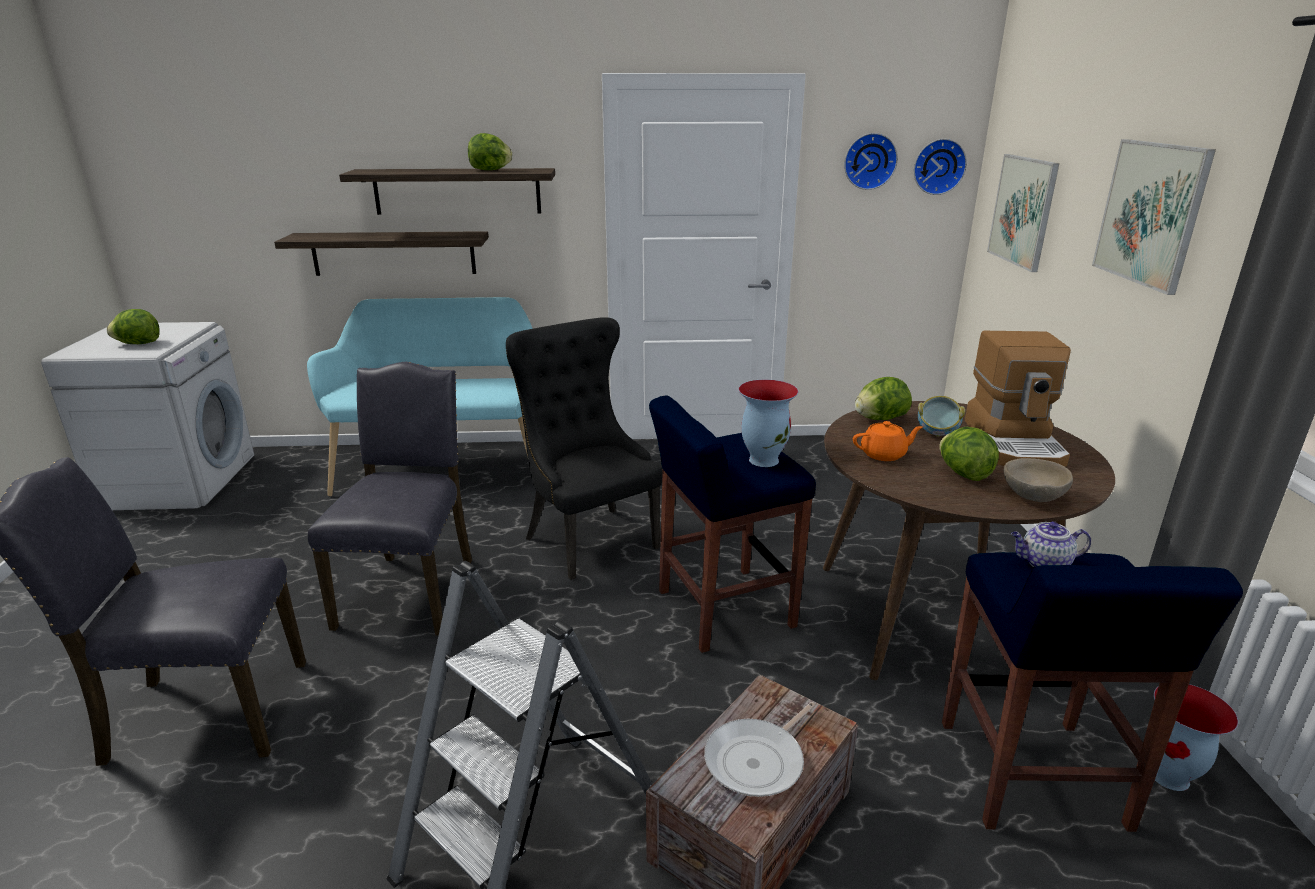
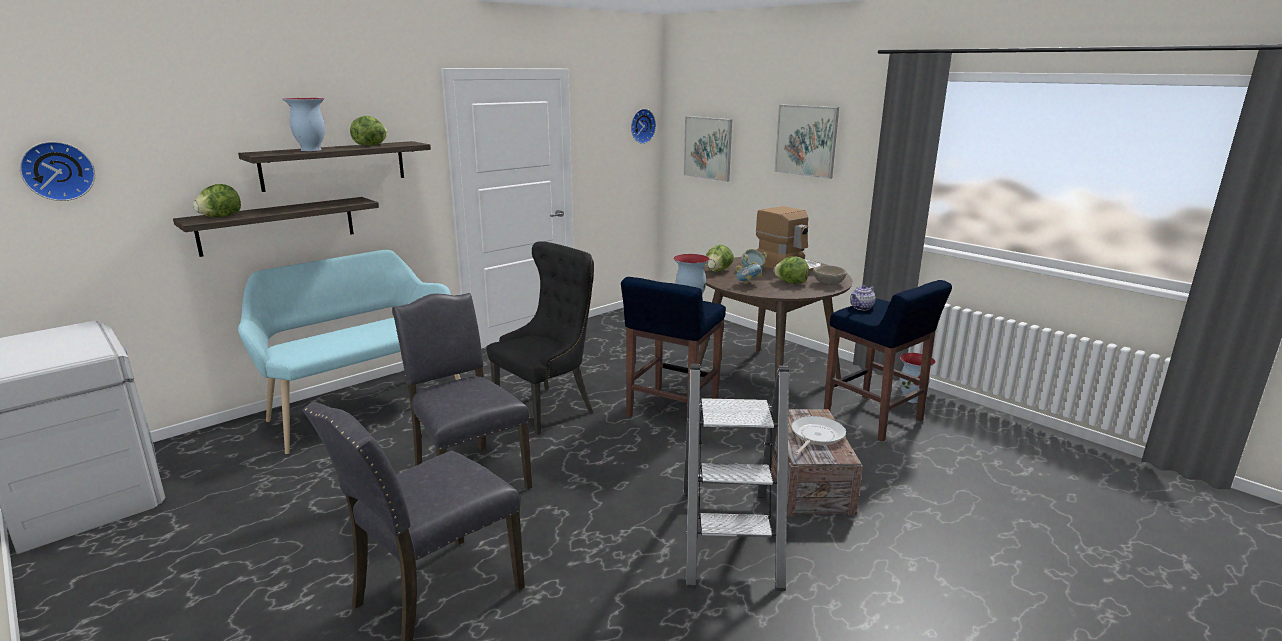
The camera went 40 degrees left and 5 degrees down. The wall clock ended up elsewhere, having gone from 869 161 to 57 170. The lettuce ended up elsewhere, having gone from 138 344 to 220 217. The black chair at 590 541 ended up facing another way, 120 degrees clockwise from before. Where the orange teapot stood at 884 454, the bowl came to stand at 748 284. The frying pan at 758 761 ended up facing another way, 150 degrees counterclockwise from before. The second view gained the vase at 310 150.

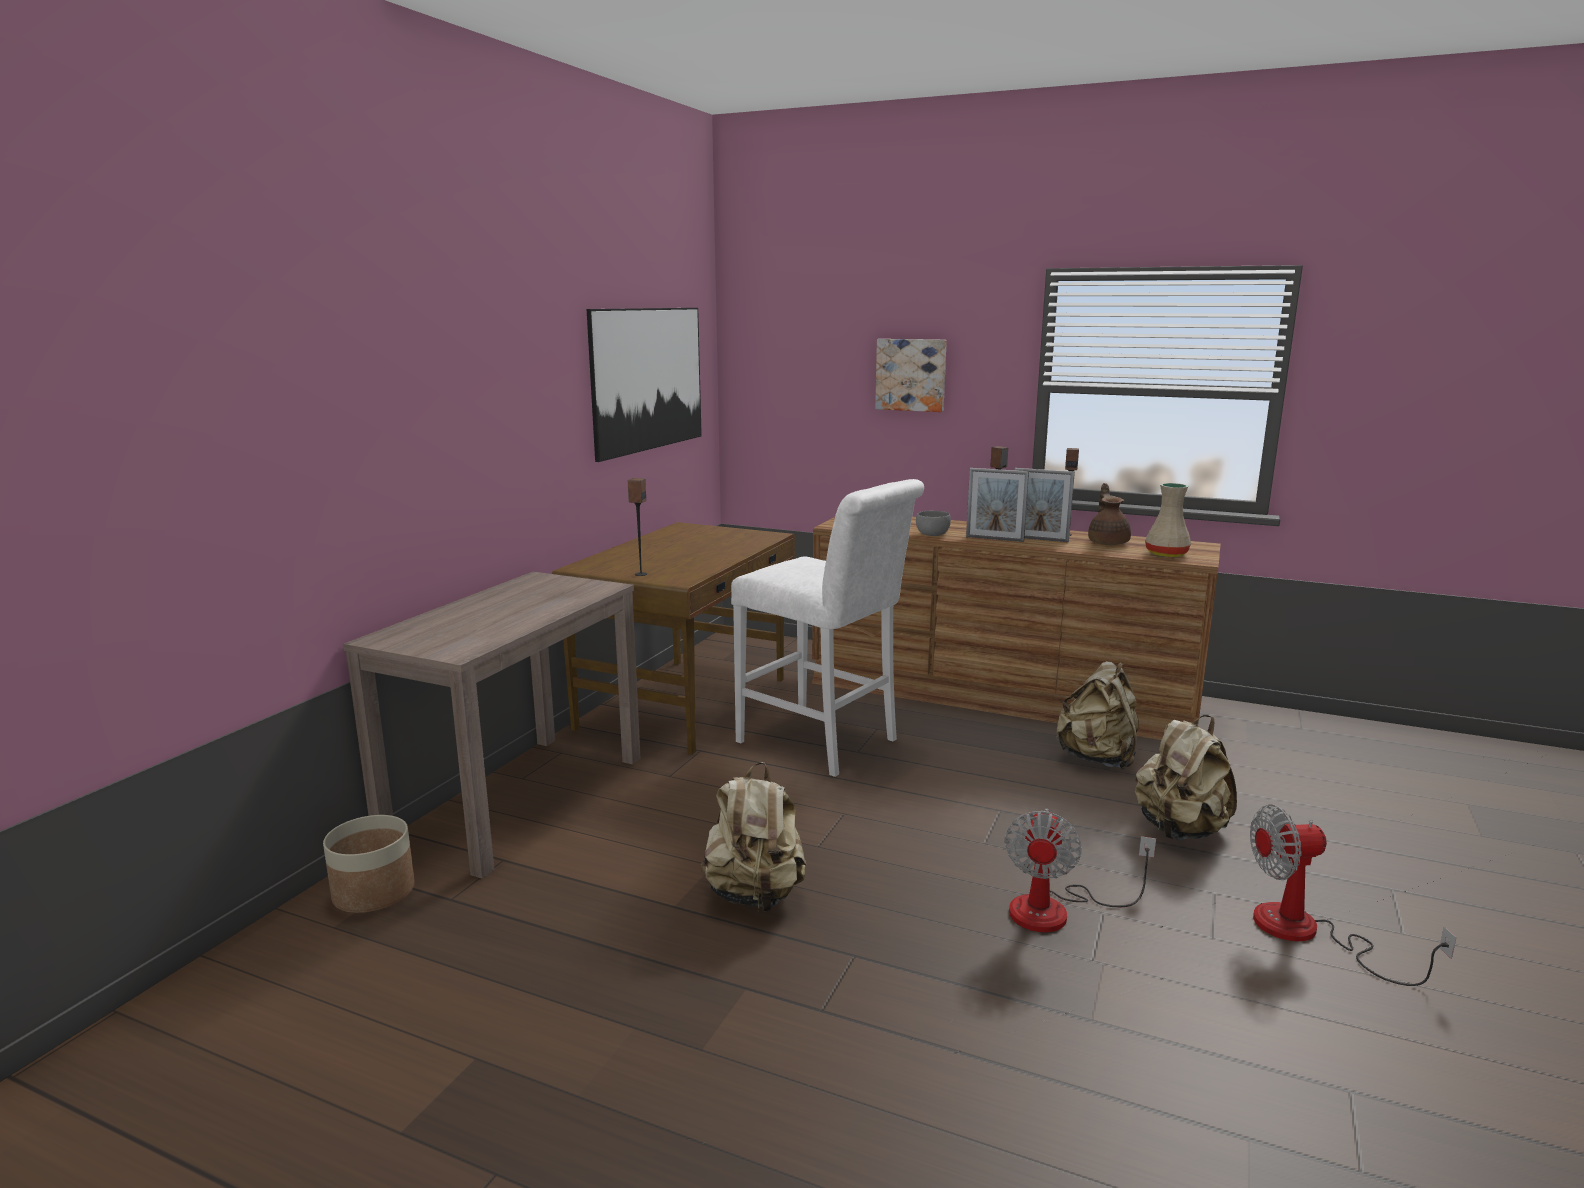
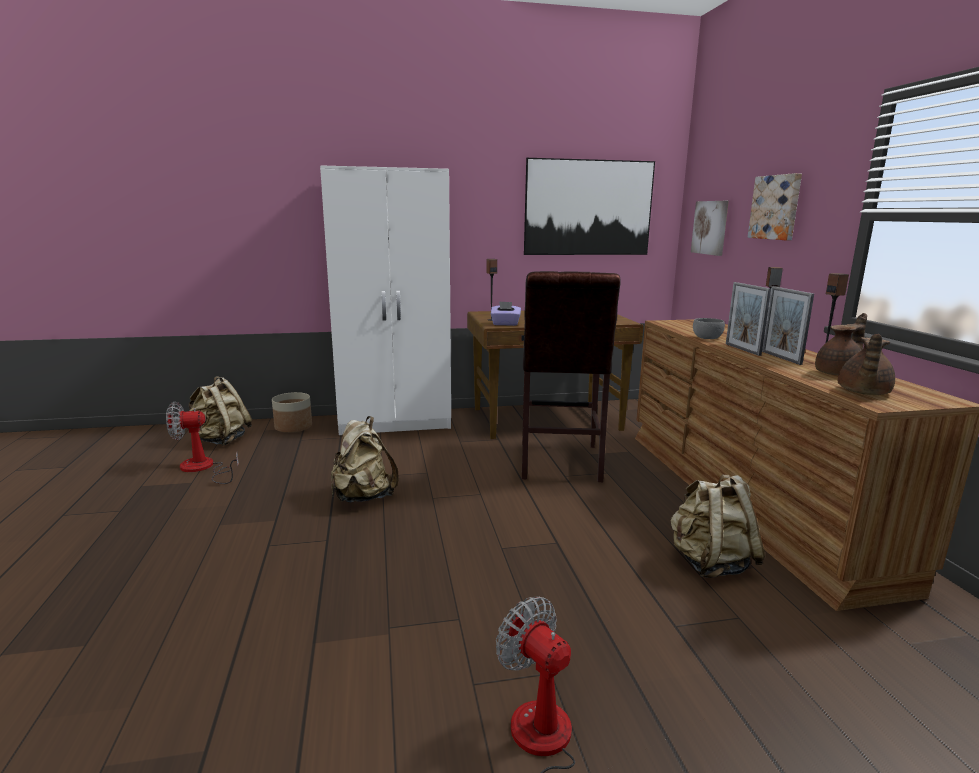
The camera went 55 degrees right and 0 degrees up. What was the white stool at 823 743 turned into the brown stool at 559 464. Where the beige vase stood at 1166 554, the brown teapot came to stand at 862 392. Where the brown console table stood at 518 798, the white wardrobe came to stand at 396 422. The beige backpack ended up elsewhere, having gone from 1180 830 to 220 440. The fan ended up elsewhere, having gone from 1057 910 to 203 468. The second view gained the picture at 710 227. The second view gained the purple tissue box at 505 324.

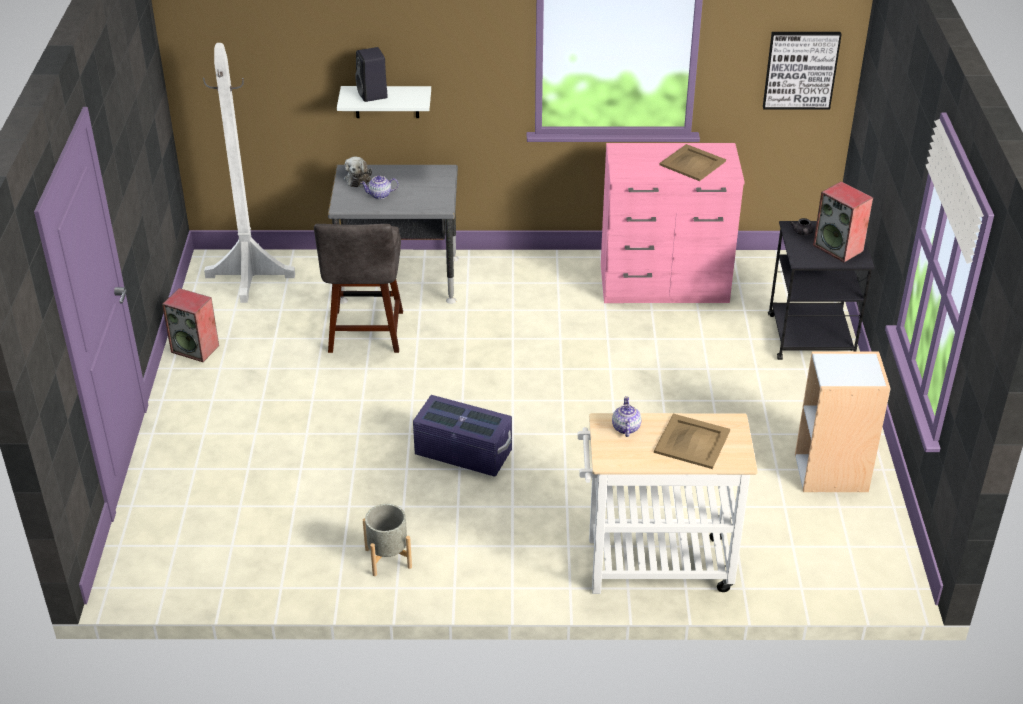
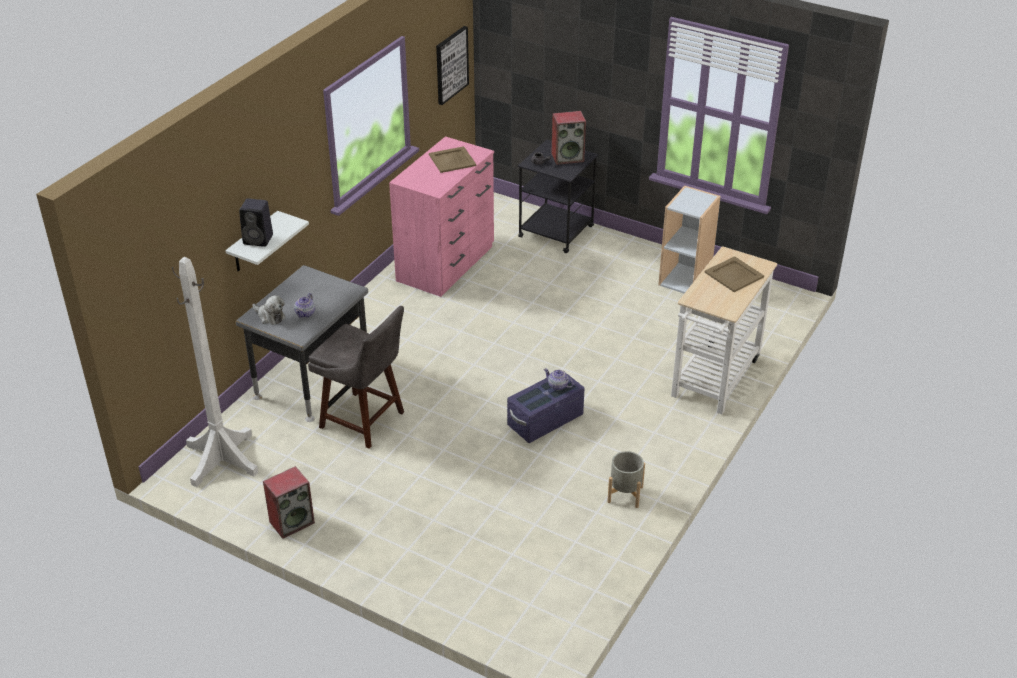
The camera went 60 degrees left and 0 degrees up. The teapot ended up elsewhere, having gone from 625 428 to 558 386.

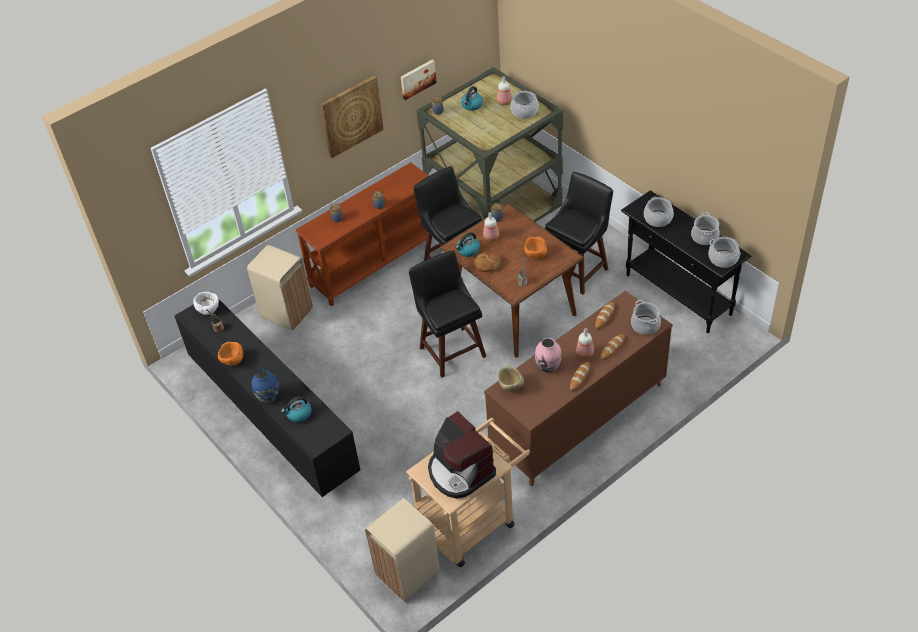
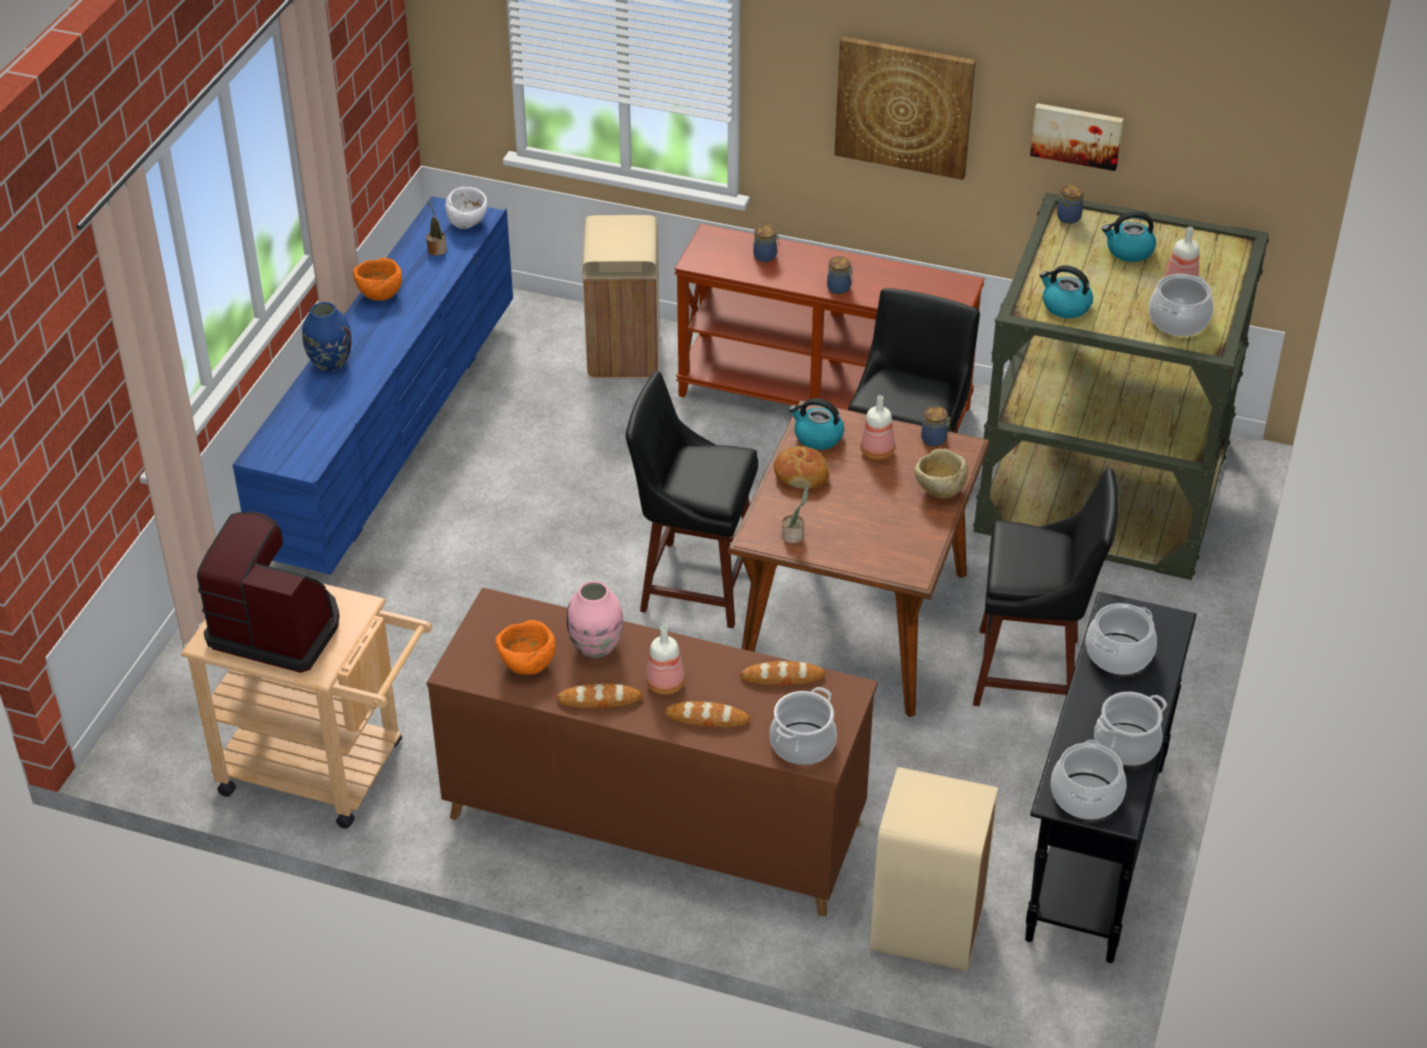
The camera went 55 degrees right and 5 degrees down. The orange bowl ended up elsewhere, having gone from 535 255 to 526 664. The black chair at 451 349 ended up facing another way, 105 degrees counterclockwise from before. What was the black cabinet at 272 419 turned into the blue cabinet at 391 440. The beige bowl ended up elsewhere, having gone from 510 386 to 939 490. The kettle ended up elsewhere, having gone from 298 414 to 1065 306. The coffee machine at 460 472 ended up facing another way, 90 degrees clockwise from before. The beige trash can ended up elsewhere, having gone from 408 574 to 927 929.

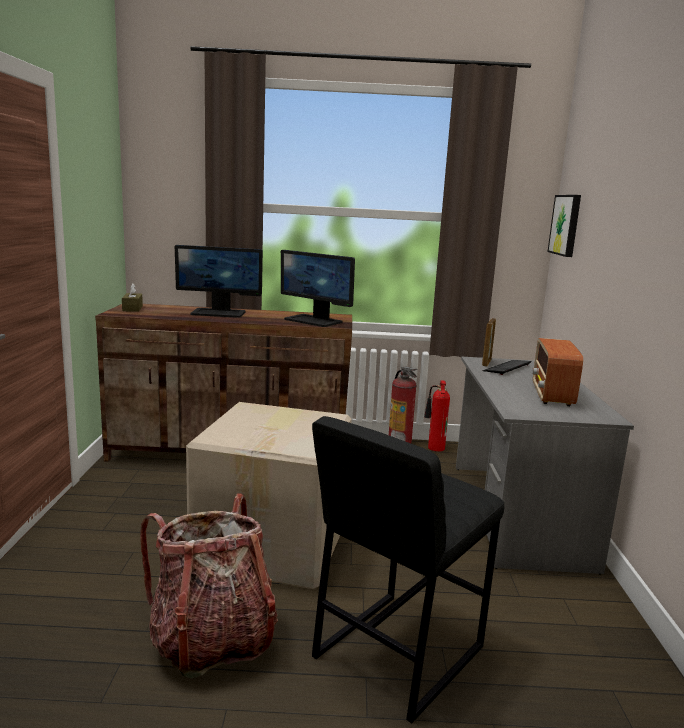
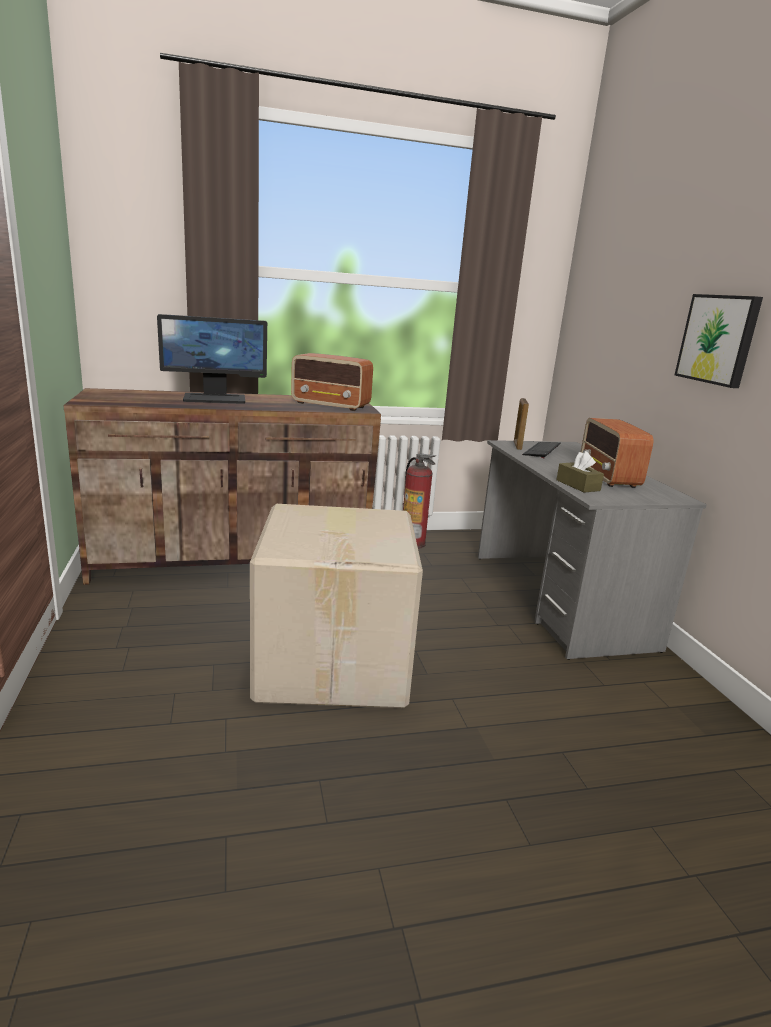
The camera went 15 degrees left and 5 degrees up. The picture ended up elsewhere, having gone from 566 225 to 718 339. Where the monitor stood at 314 321, the radio came to stand at 331 405. The brown tissue box ended up elsewhere, having gone from 132 308 to 578 485. The second view lost the fire extinguisher at 434 448. The second view lost the black chair at 396 654. The second view lost the backpack at 212 640.

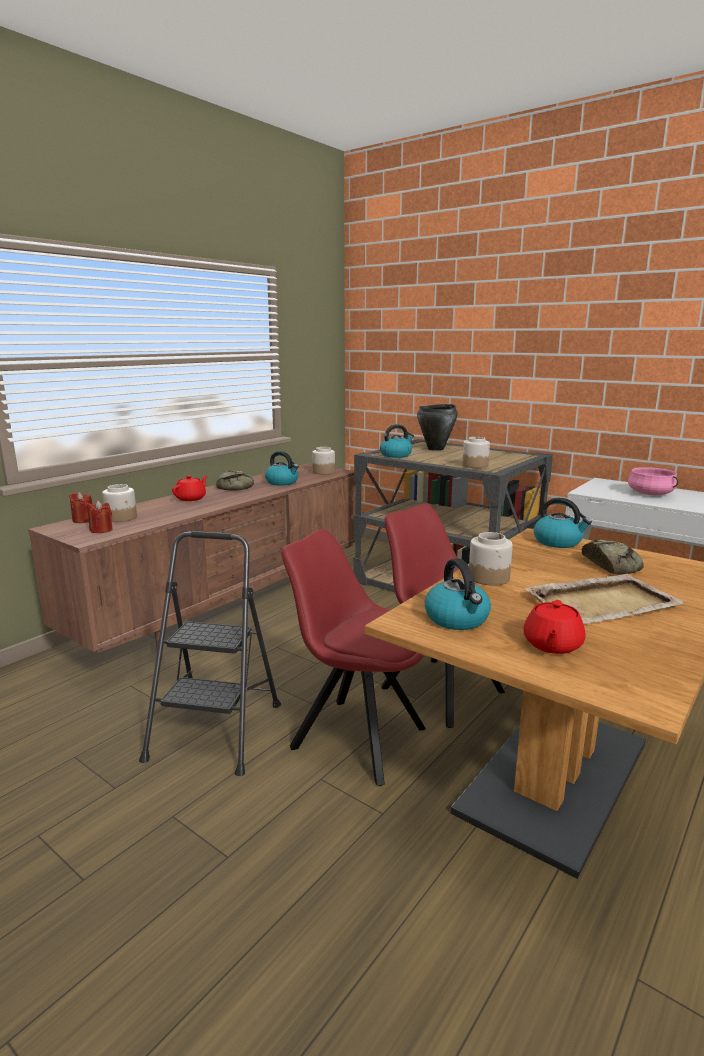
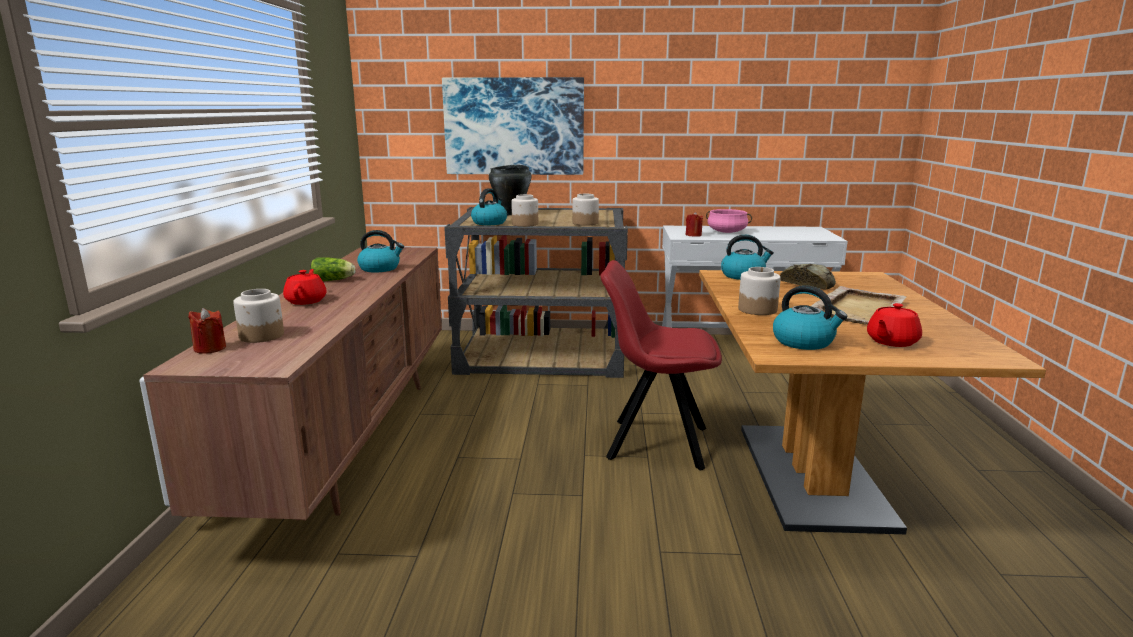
The camera went 35 degrees left and 0 degrees up. The jar ended up elsewhere, having gone from 323 472 to 524 224. Where the bread stood at 237 486, the lettuce came to stand at 334 280. The red candle ended up elsewhere, having gone from 101 530 to 693 235. The second view lost the red chair at 357 738. The second view lost the black step ladder at 217 727. The red teapot at 552 645 ended up facing another way, 60 degrees clockwise from before. The second view gained the picture at 514 126.

